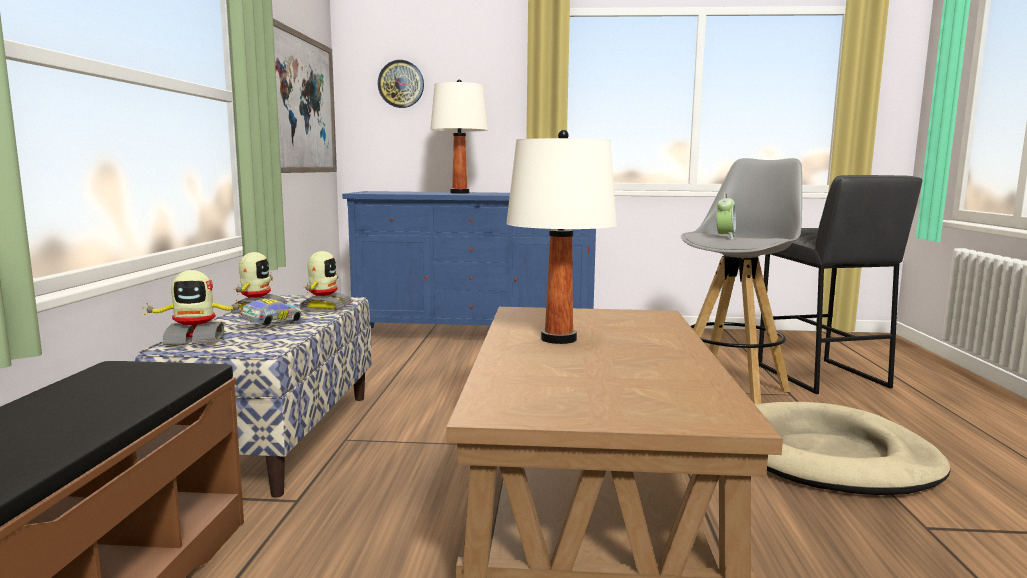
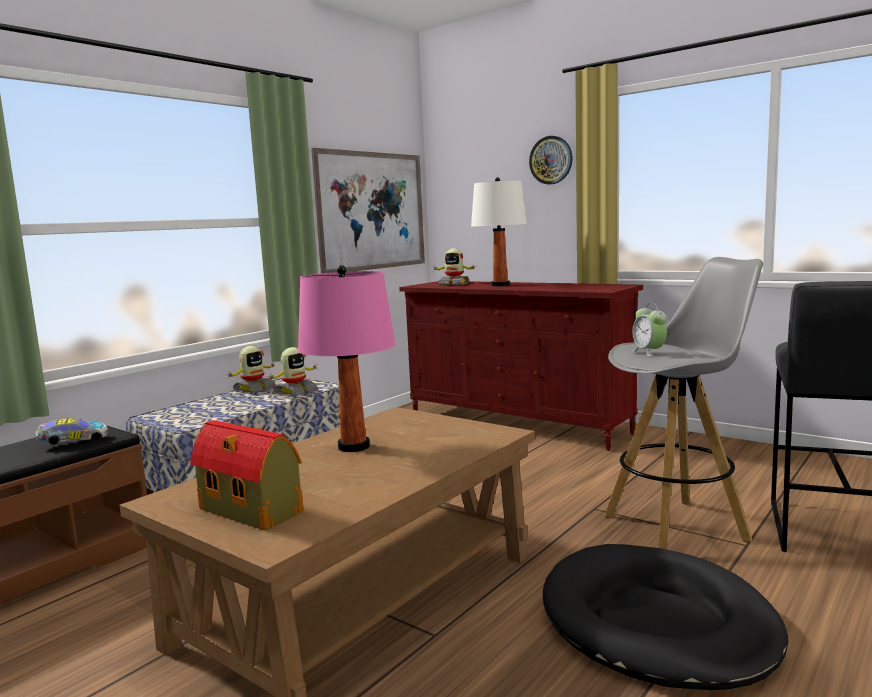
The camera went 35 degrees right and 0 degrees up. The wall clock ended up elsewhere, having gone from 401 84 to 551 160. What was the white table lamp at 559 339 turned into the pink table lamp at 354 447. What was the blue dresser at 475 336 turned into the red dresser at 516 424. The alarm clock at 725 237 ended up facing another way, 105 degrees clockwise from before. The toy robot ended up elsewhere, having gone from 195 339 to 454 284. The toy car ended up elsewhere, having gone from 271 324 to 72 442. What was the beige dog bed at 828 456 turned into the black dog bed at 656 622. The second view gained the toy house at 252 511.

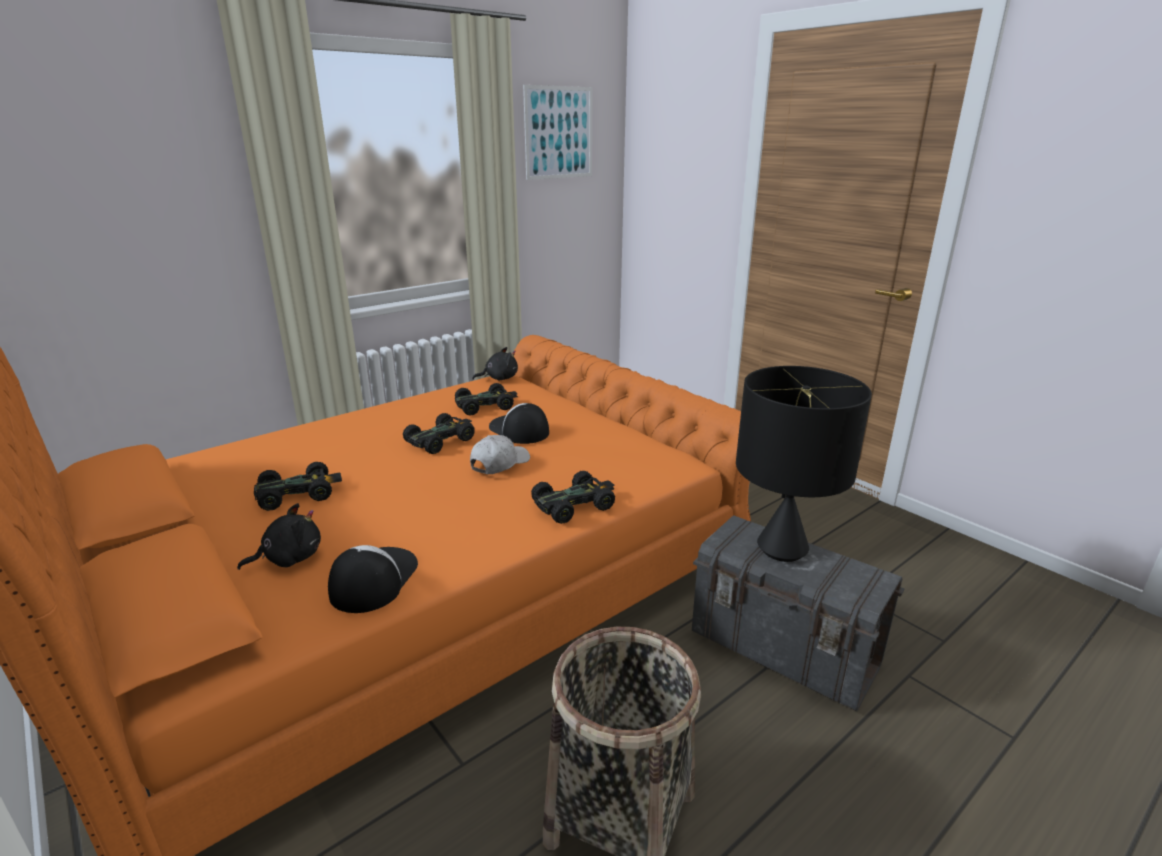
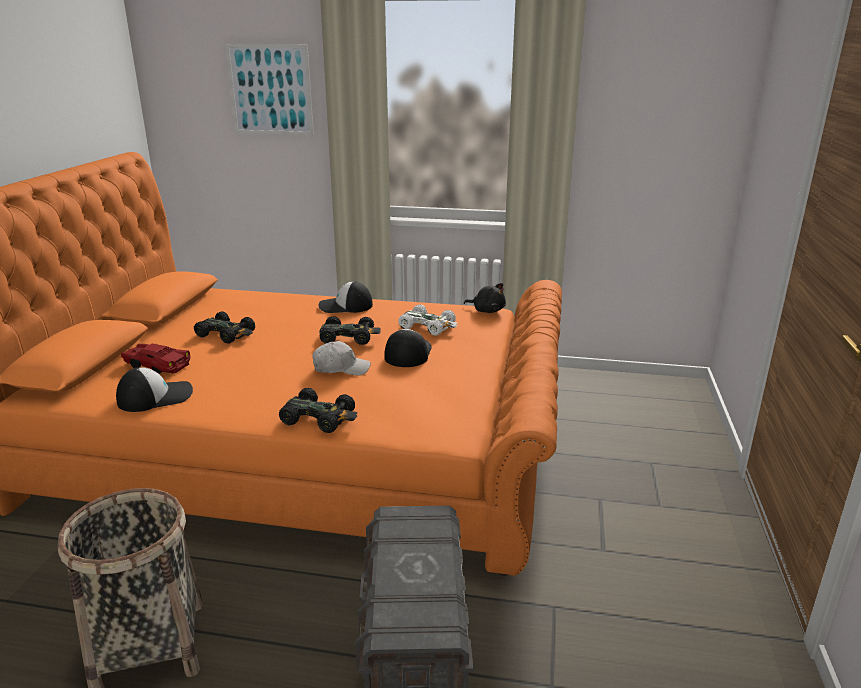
The camera went 50 degrees right and 0 degrees up. The picture ended up elsewhere, having gone from 559 133 to 270 90. The second view lost the black table lamp at 782 550. What was the black toy car at 485 406 turned into the white toy car at 428 326. Where the black plush toy stood at 289 558, the red toy car came to stand at 156 365. The second view gained the cap at 345 306.

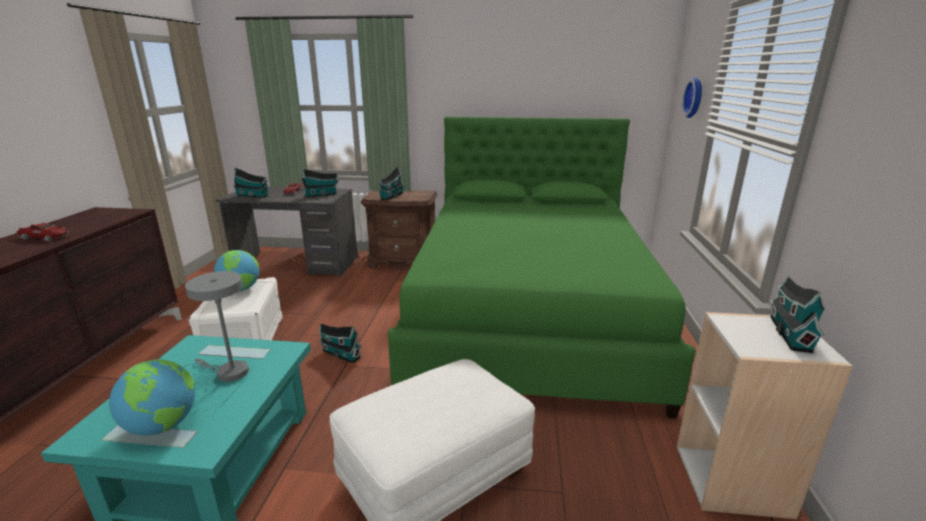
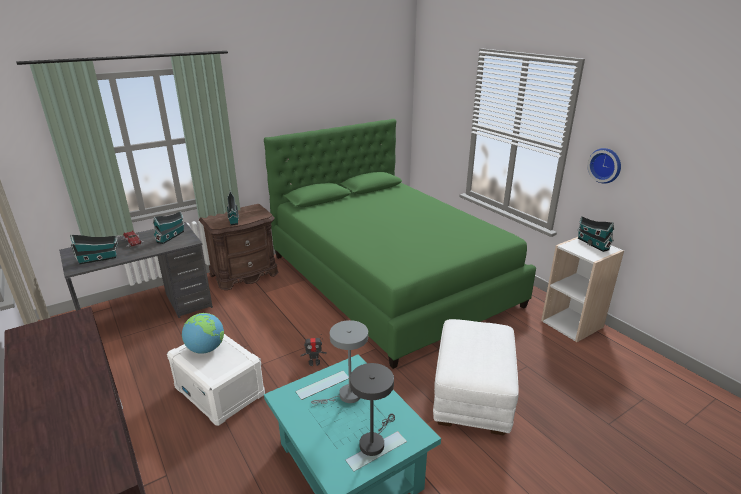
The camera went 40 degrees left and 5 degrees up. The wall clock ended up elsewhere, having gone from 695 97 to 605 165. The second view lost the toy car at 45 237. Where the toy house stood at 340 353, the toy robot came to stand at 314 362. Where the globe stood at 163 426, the grey table lamp came to stand at 373 441.

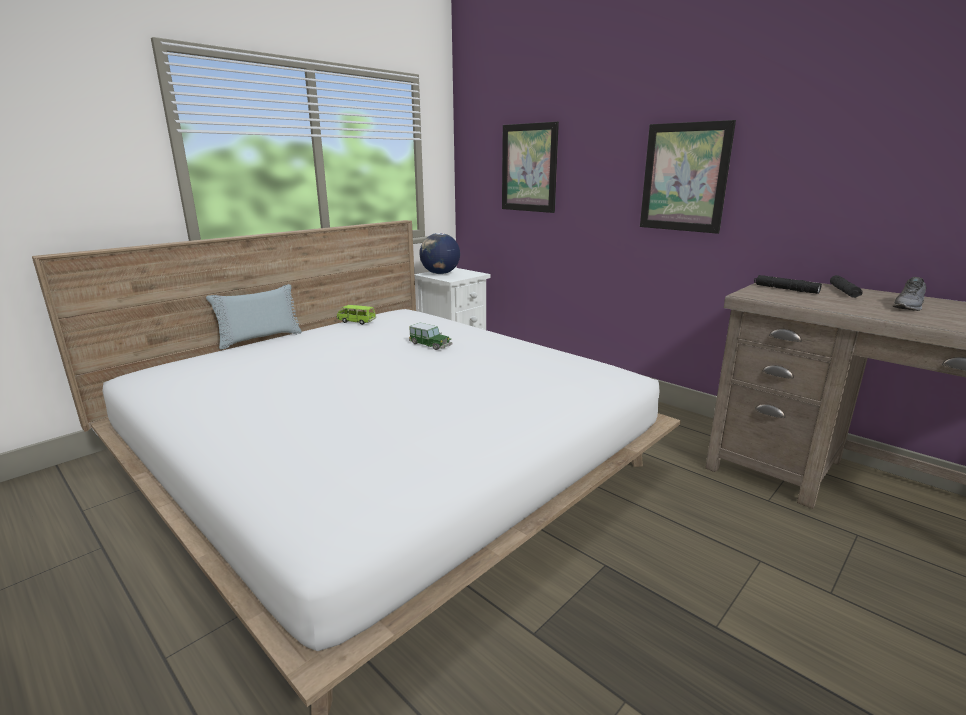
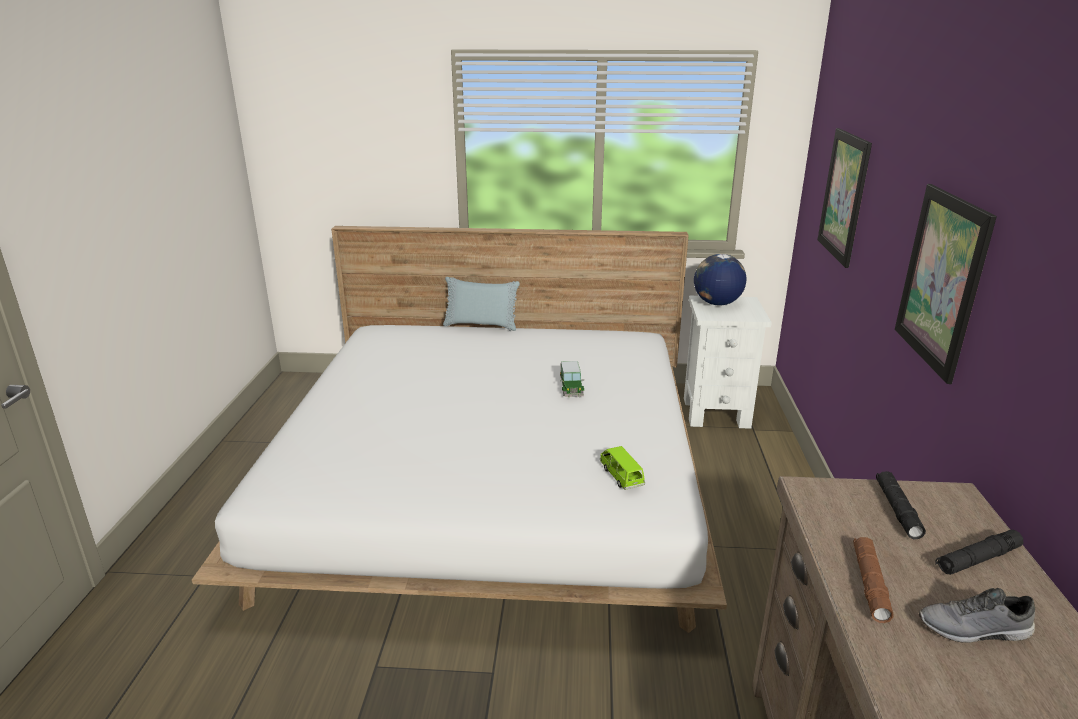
The camera went 50 degrees right and 5 degrees up. The green toy car ended up elsewhere, having gone from 356 322 to 621 476. The second view gained the brown flashlight at 870 584.

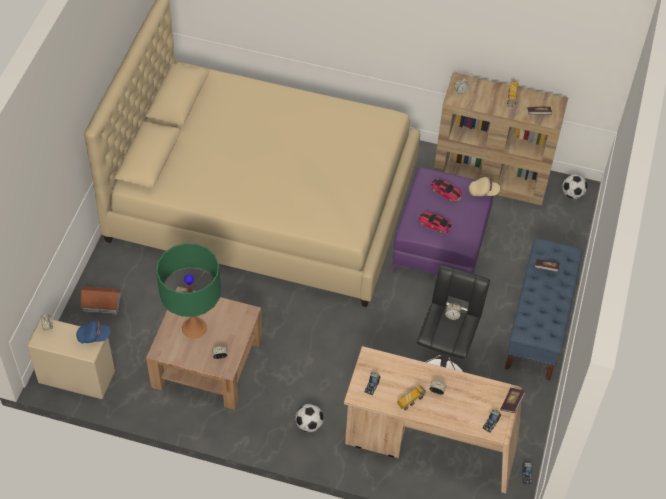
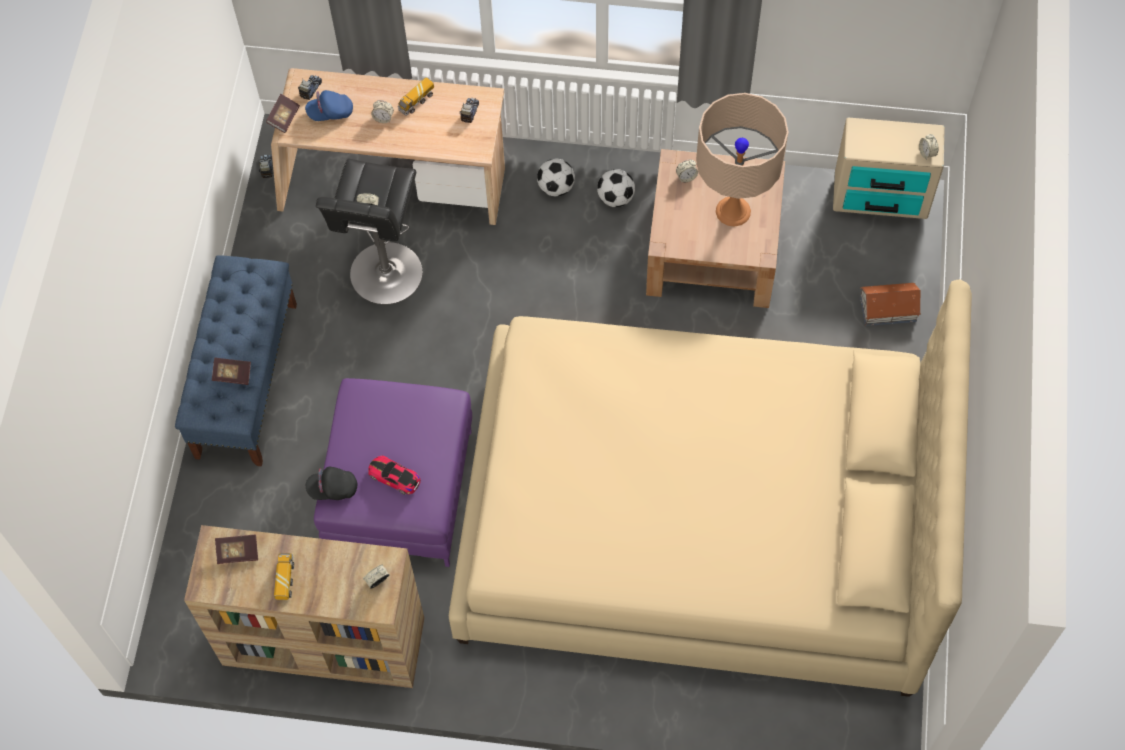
The camera went 175 degrees right and 10 degrees up. The football ended up elsewhere, having gone from 572 194 to 615 198. What was the beige cap at 483 192 turned into the black cap at 332 489. The second view lost the toy car at 434 224. What was the green table lamp at 194 327 turned into the beige table lamp at 733 211. The blue cap ended up elsewhere, having gone from 94 336 to 330 112.

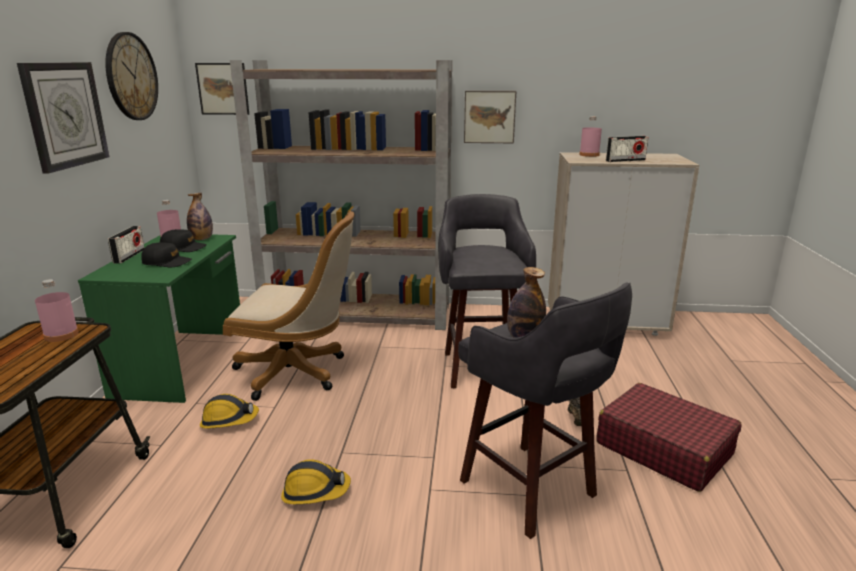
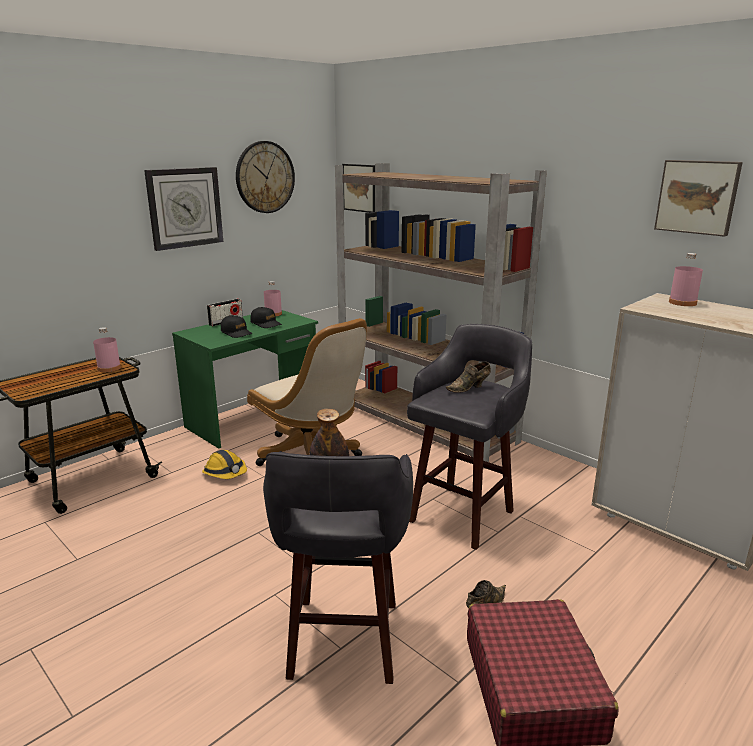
The camera went 40 degrees right and 0 degrees up. The picture ended up elsewhere, having gone from 489 116 to 697 197. The second view lost the radio at 625 160. The second view lost the bottle at 202 239. The second view lost the hard hat at 315 491. The second view gained the brown shoe at 469 388.

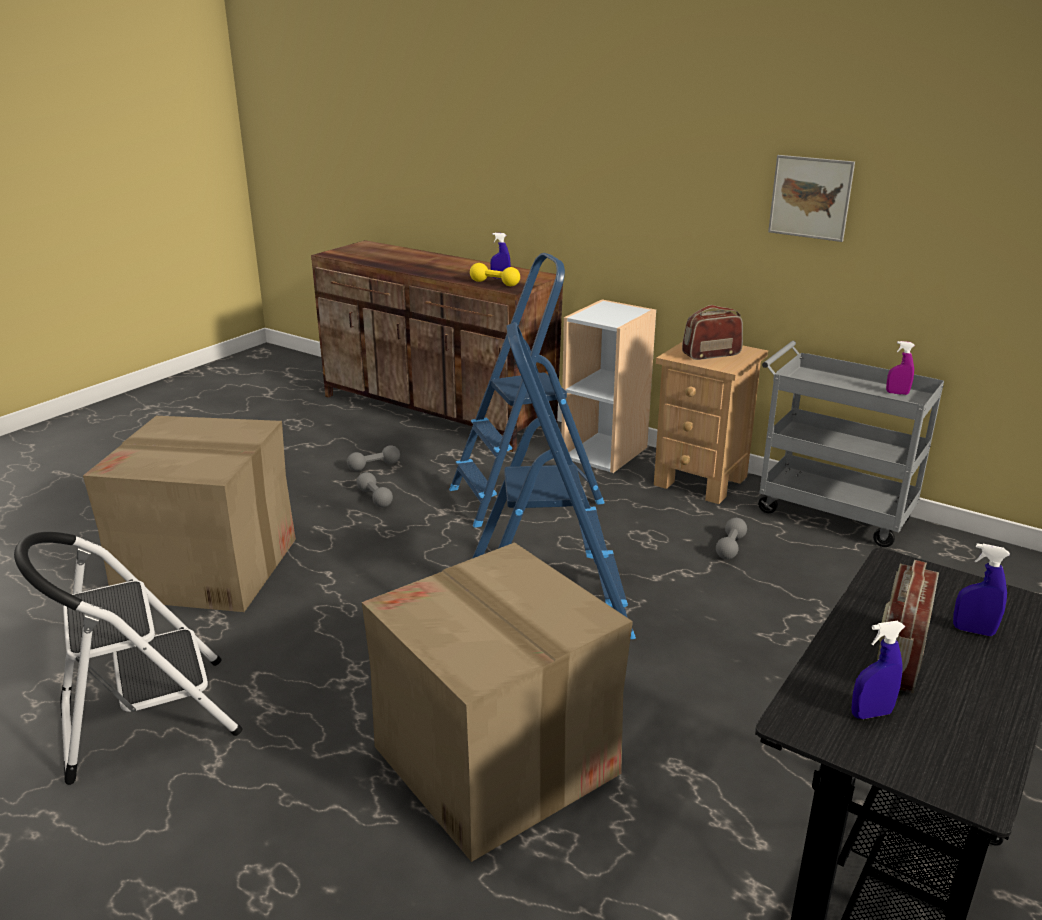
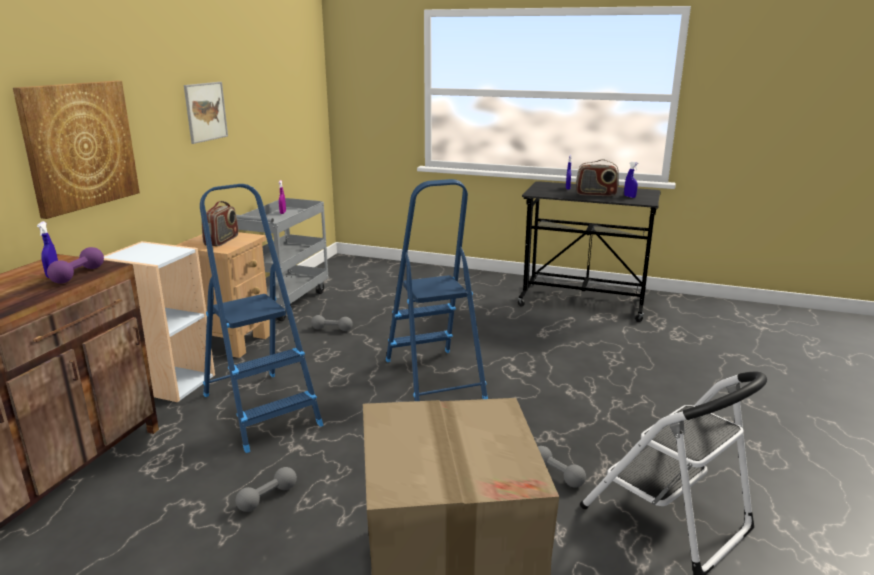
The camera went 105 degrees left and 5 degrees down. What was the yellow dumbbell at 494 283 turned into the purple dumbbell at 78 275. The radio at 711 354 ended up facing another way, 135 degrees counterclockwise from before. The grey dumbbell ended up elsewhere, having gone from 374 466 to 557 475. The second view lost the cardboard box at 497 761. The second view gained the picture at 80 146.

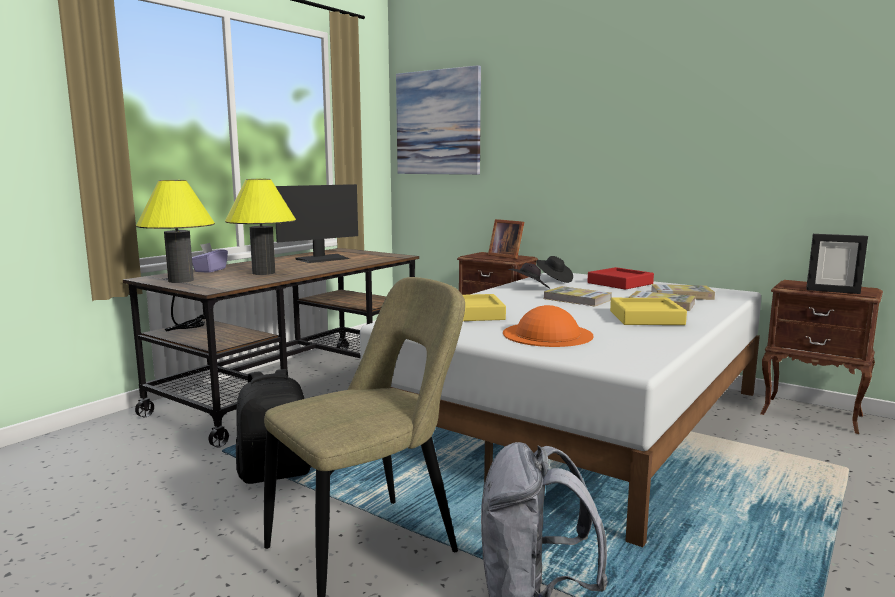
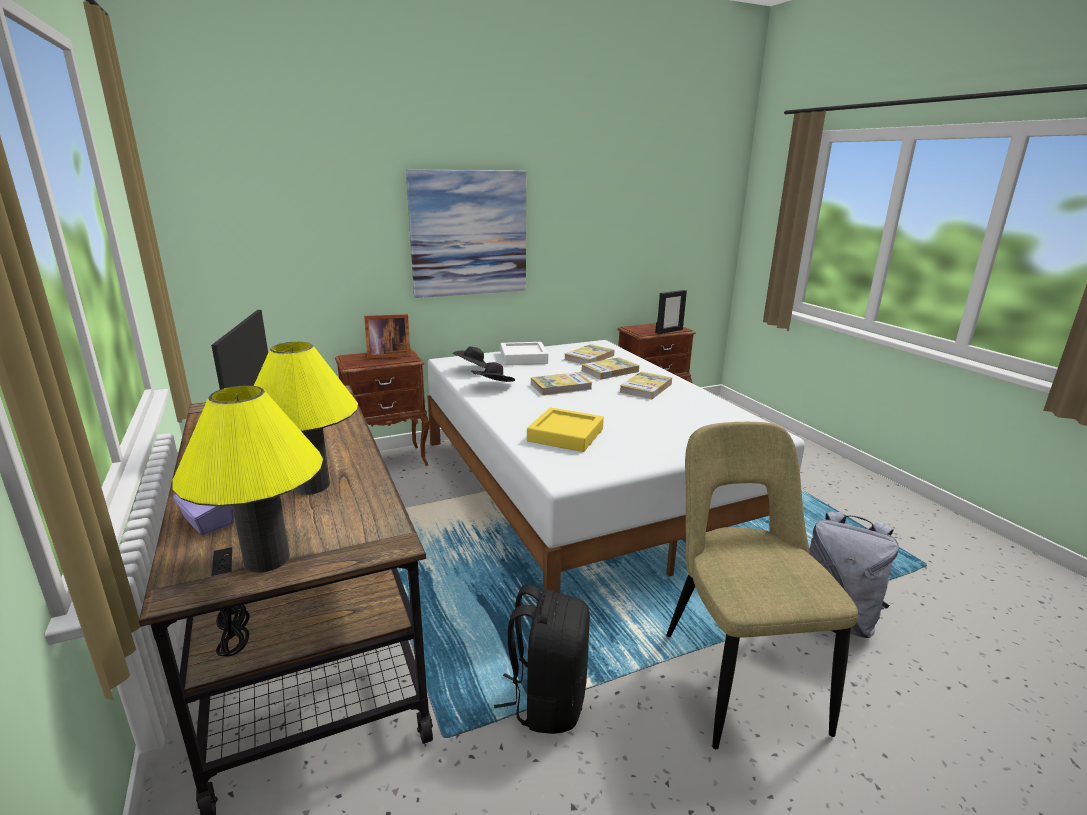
The camera went 60 degrees left and 10 degrees up. The picture ended up elsewhere, having gone from 438 123 to 469 233. What was the red tray at 620 283 turned into the white tray at 523 358. Where the yellow tray stood at 646 318, the book came to stand at 646 388. The second view lost the orange hat at 547 334.

